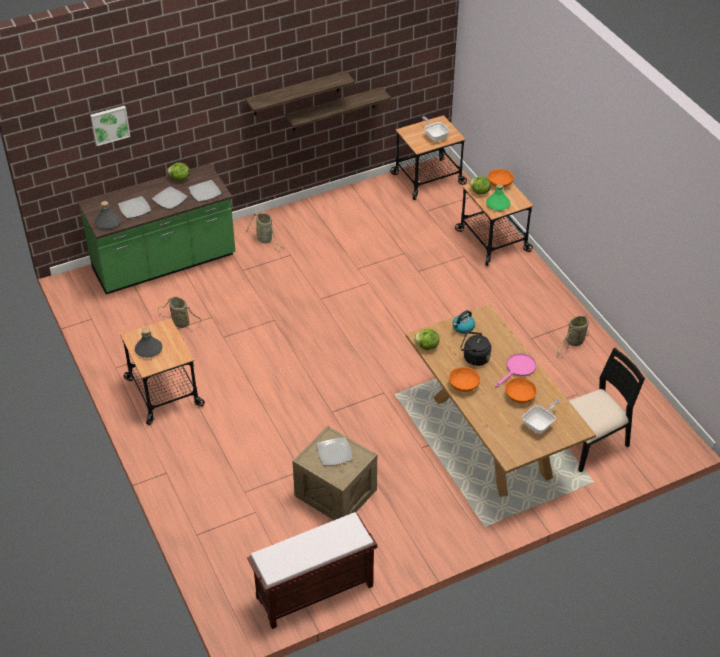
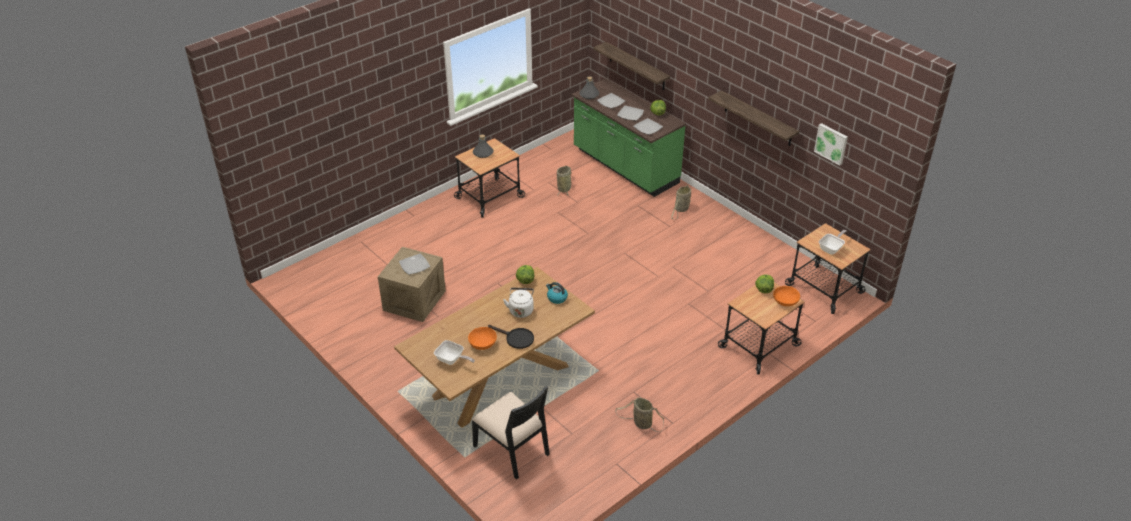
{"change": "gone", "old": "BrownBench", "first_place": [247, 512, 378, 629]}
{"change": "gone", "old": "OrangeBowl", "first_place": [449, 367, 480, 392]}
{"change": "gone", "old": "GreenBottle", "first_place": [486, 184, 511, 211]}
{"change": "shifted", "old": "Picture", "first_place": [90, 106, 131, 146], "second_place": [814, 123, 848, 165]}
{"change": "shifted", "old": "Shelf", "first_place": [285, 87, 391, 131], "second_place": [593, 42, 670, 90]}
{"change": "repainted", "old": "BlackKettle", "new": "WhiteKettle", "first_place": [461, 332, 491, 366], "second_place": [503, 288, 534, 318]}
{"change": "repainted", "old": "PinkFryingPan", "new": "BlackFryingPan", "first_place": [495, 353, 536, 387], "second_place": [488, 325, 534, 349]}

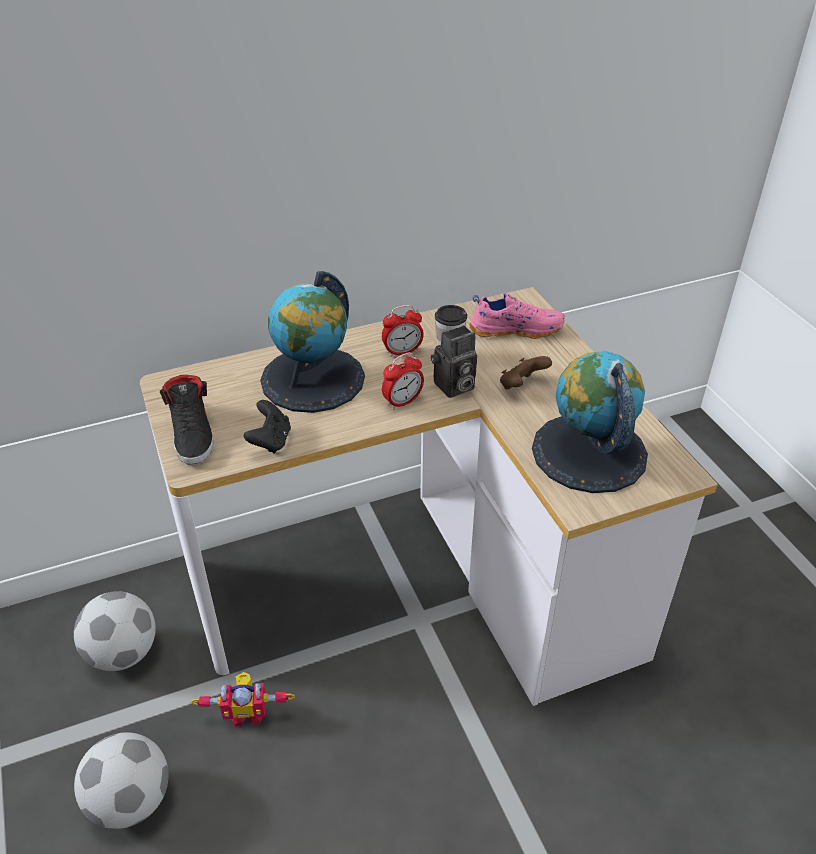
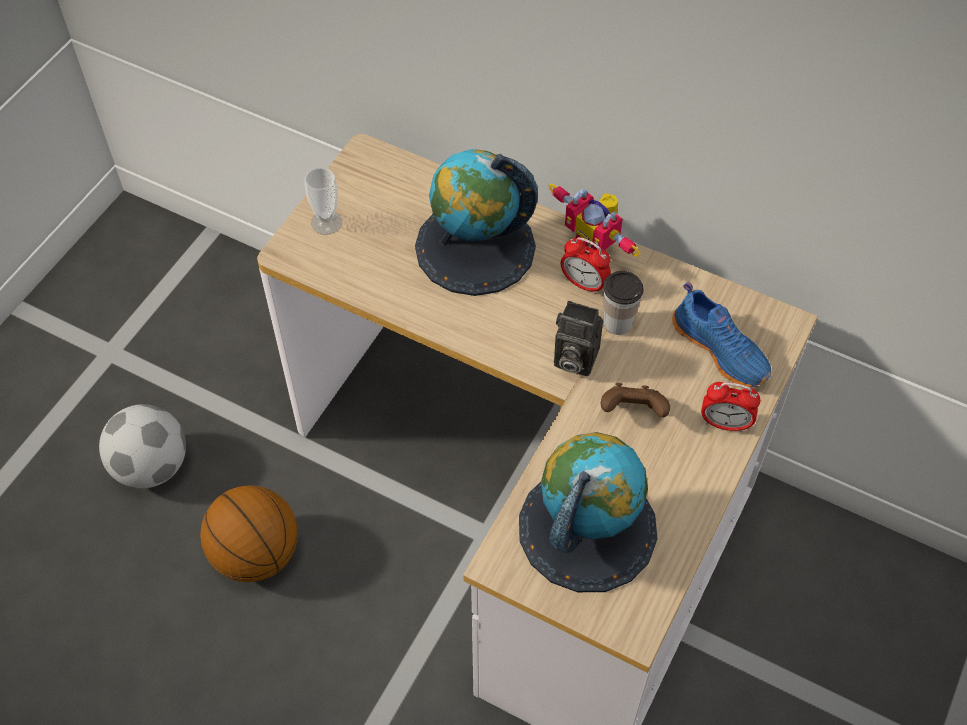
{"change": "gone", "old": "Football", "first_place": [74, 591, 156, 671]}
{"change": "gone", "old": "BlackGameController", "first_place": [244, 400, 291, 454]}
{"change": "new", "new": "Basketball", "second_place": [200, 485, 298, 582]}
{"change": "shifted", "old": "ToyRobot", "first_place": [191, 672, 295, 727], "second_place": [549, 184, 641, 257]}
{"change": "shifted", "old": "AlarmClock", "first_place": [382, 352, 424, 410], "second_place": [701, 382, 760, 432]}
{"change": "swapped", "old": "BlackShoe", "new": "Cup", "first_place": [160, 375, 213, 464], "second_place": [305, 168, 342, 235]}
{"change": "repainted", "old": "PinkShoe", "new": "BlueShoe", "first_place": [469, 293, 565, 339], "second_place": [672, 282, 772, 387]}

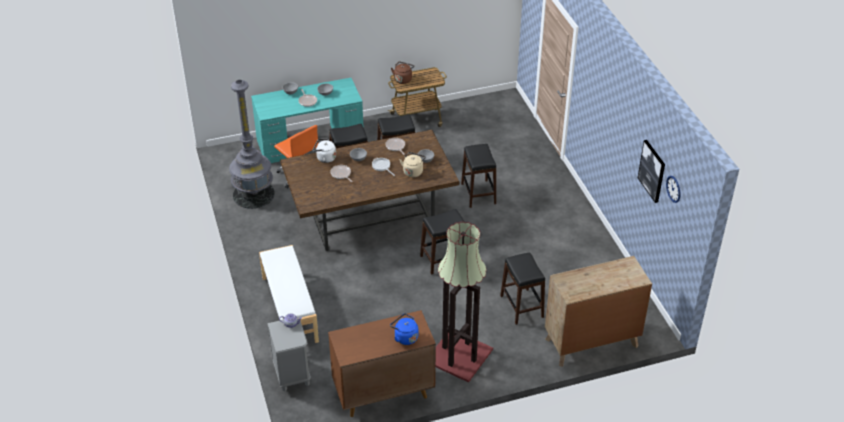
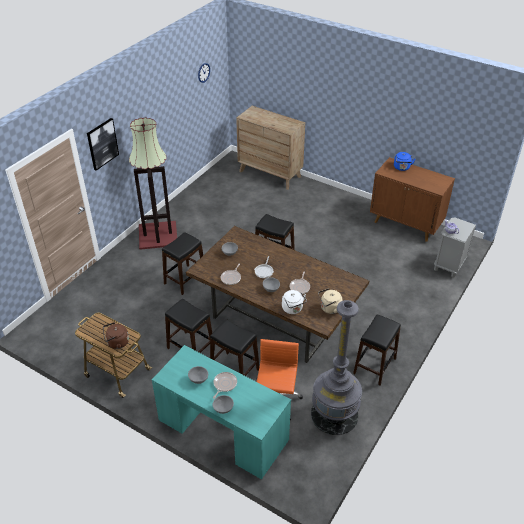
{"change": "gone", "old": "WhiteBench", "first_place": [259, 245, 319, 343]}
{"change": "shifted", "old": "BeigeKettle", "first_place": [400, 152, 426, 177], "second_place": [318, 288, 343, 314]}
{"change": "shifted", "old": "FloorLamp", "first_place": [436, 222, 493, 382], "second_place": [129, 117, 177, 250]}
{"change": "shifted", "old": "BlackStool", "first_place": [500, 253, 545, 325], "second_place": [353, 315, 401, 386]}
{"change": "shifted", "old": "Picture", "first_place": [638, 140, 665, 203], "second_place": [87, 118, 119, 170]}

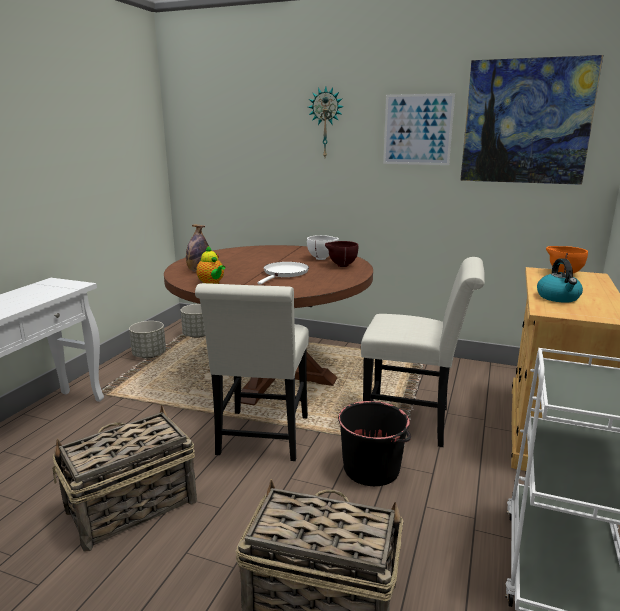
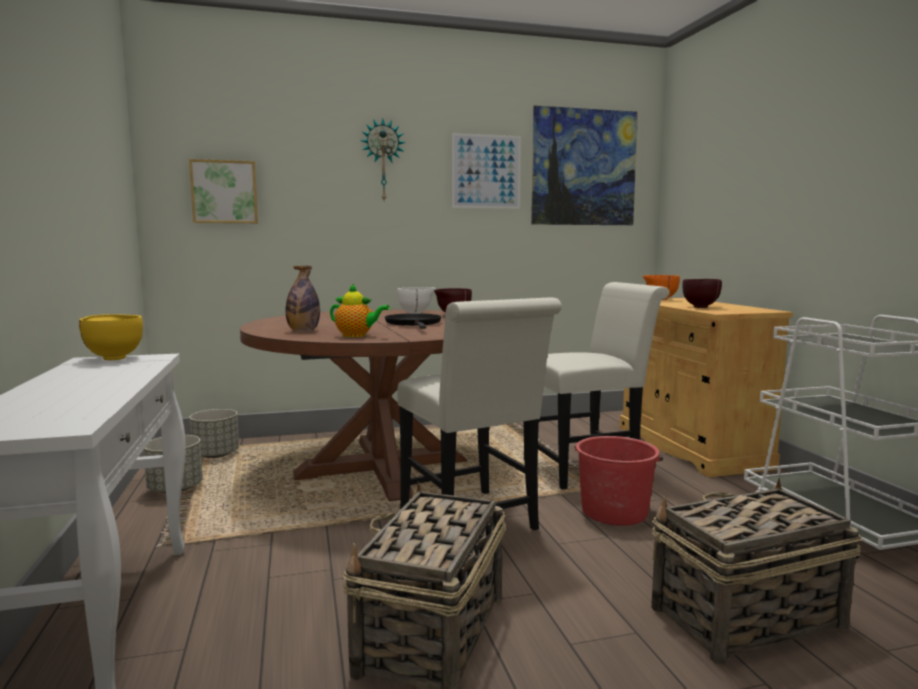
{"change": "new", "new": "YellowBowl", "second_place": [79, 314, 143, 360]}
{"change": "new", "new": "Picture", "second_place": [189, 159, 258, 223]}
{"change": "swapped", "old": "Kettle", "new": "BrownBowl", "first_place": [537, 259, 583, 303], "second_place": [682, 279, 722, 308]}
{"change": "repainted", "old": "WhiteFryingPan", "new": "BlackFryingPan", "first_place": [258, 262, 309, 285], "second_place": [385, 313, 441, 329]}
{"change": "repainted", "old": "BlackBucket", "new": "RedBucket", "first_place": [338, 401, 411, 486], "second_place": [574, 436, 663, 526]}

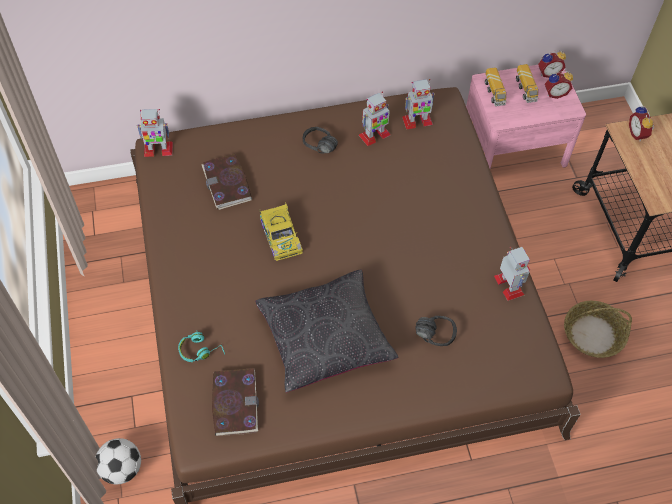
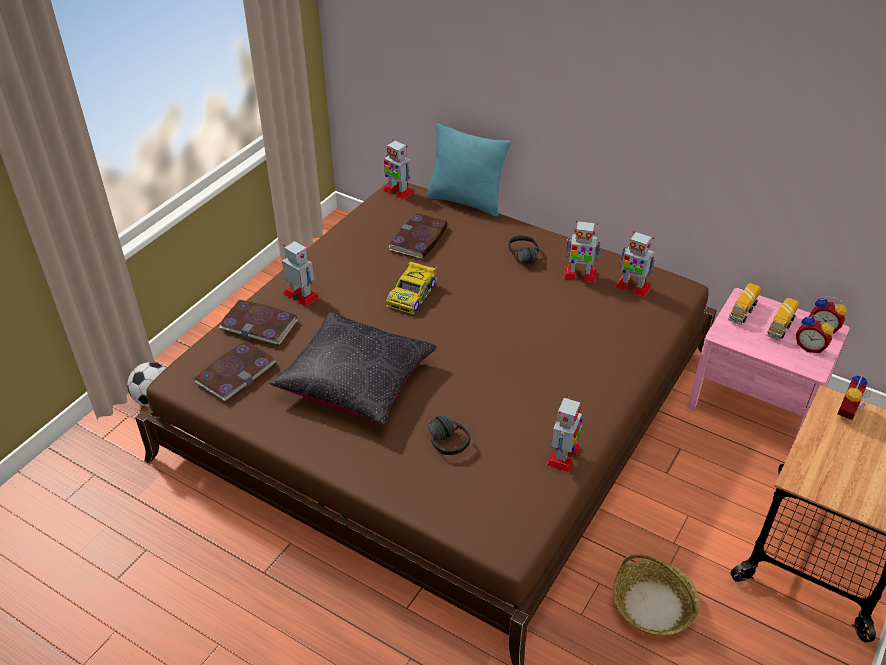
{"change": "new", "new": "ToyRobot", "second_place": [282, 241, 319, 307]}
{"change": "new", "new": "TurquoisePillow", "second_place": [426, 123, 511, 217]}
{"change": "swapped", "old": "TurquoiseHeadphones", "new": "Book", "first_place": [178, 330, 225, 362], "second_place": [219, 300, 297, 346]}

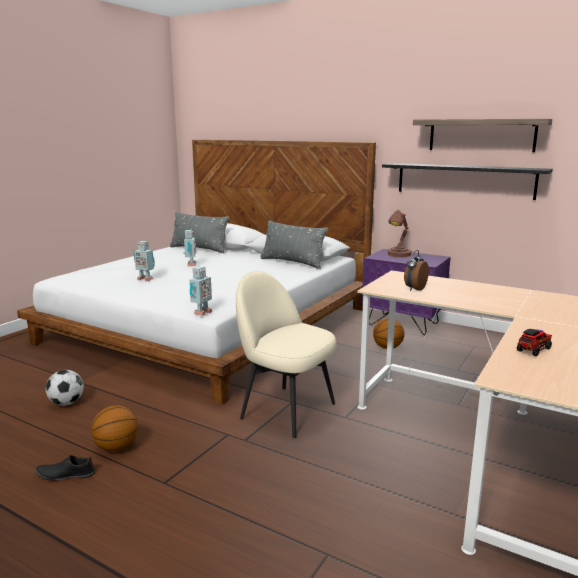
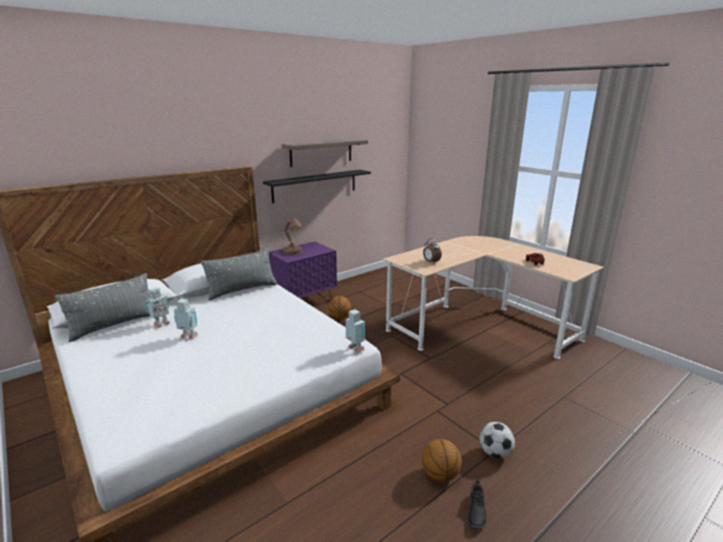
{"change": "gone", "old": "BeigeChair", "first_place": [236, 271, 336, 438]}
{"change": "shifted", "old": "Football", "first_place": [46, 370, 84, 406], "second_place": [479, 422, 515, 458]}
{"change": "shifted", "old": "ToyRobot", "first_place": [134, 241, 155, 281], "second_place": [145, 287, 170, 328]}

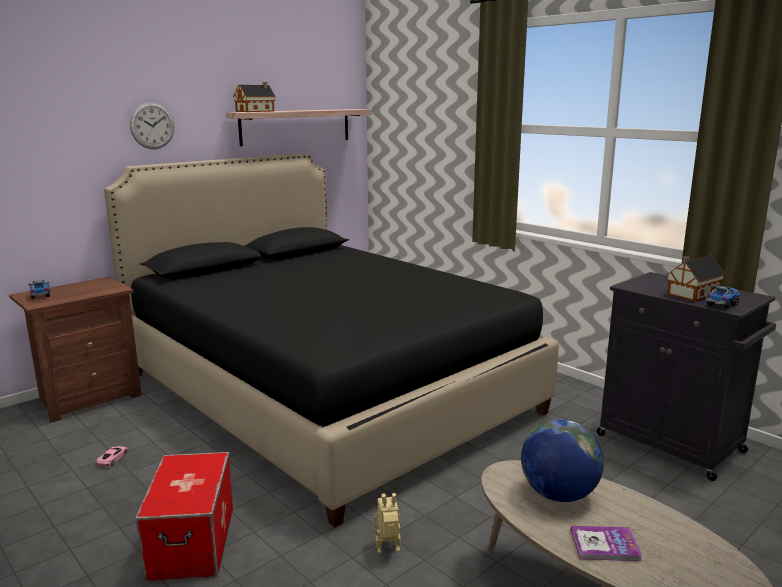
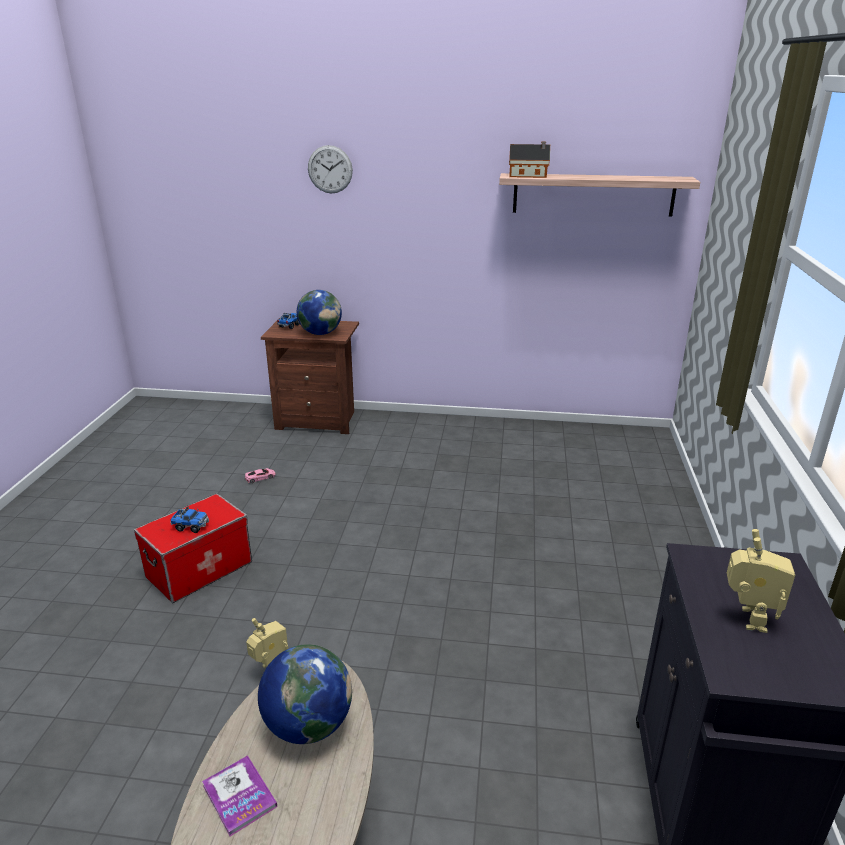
{"change": "gone", "old": "BlackBed", "first_place": [104, 153, 559, 527]}
{"change": "new", "new": "Globe", "second_place": [297, 290, 342, 335]}
{"change": "shifted", "old": "WallClock", "first_place": [130, 102, 174, 149], "second_place": [308, 145, 353, 194]}
{"change": "shifted", "old": "ToyTruck", "first_place": [706, 285, 740, 309], "second_place": [170, 507, 209, 533]}
{"change": "swapped", "old": "ToyHouse", "new": "ToyRobot", "first_place": [667, 256, 726, 301], "second_place": [727, 529, 795, 633]}

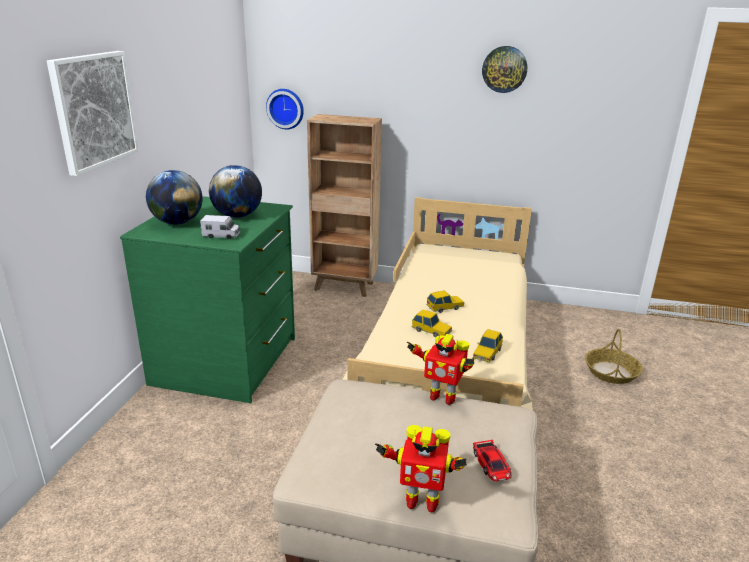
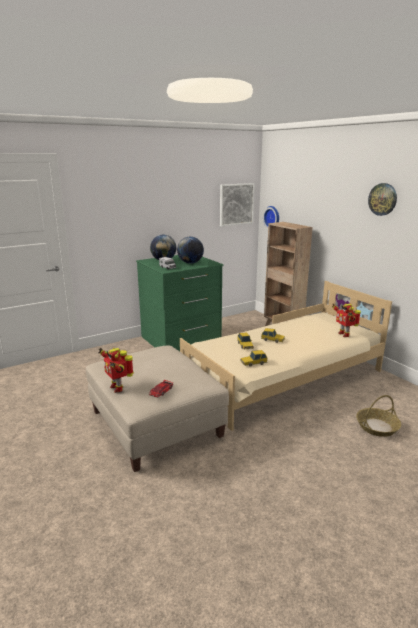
{"change": "shifted", "old": "Picture", "first_place": [47, 51, 139, 176], "second_place": [220, 183, 255, 226]}
{"change": "shifted", "old": "ToyRobot", "first_place": [407, 334, 474, 405], "second_place": [332, 304, 361, 337]}

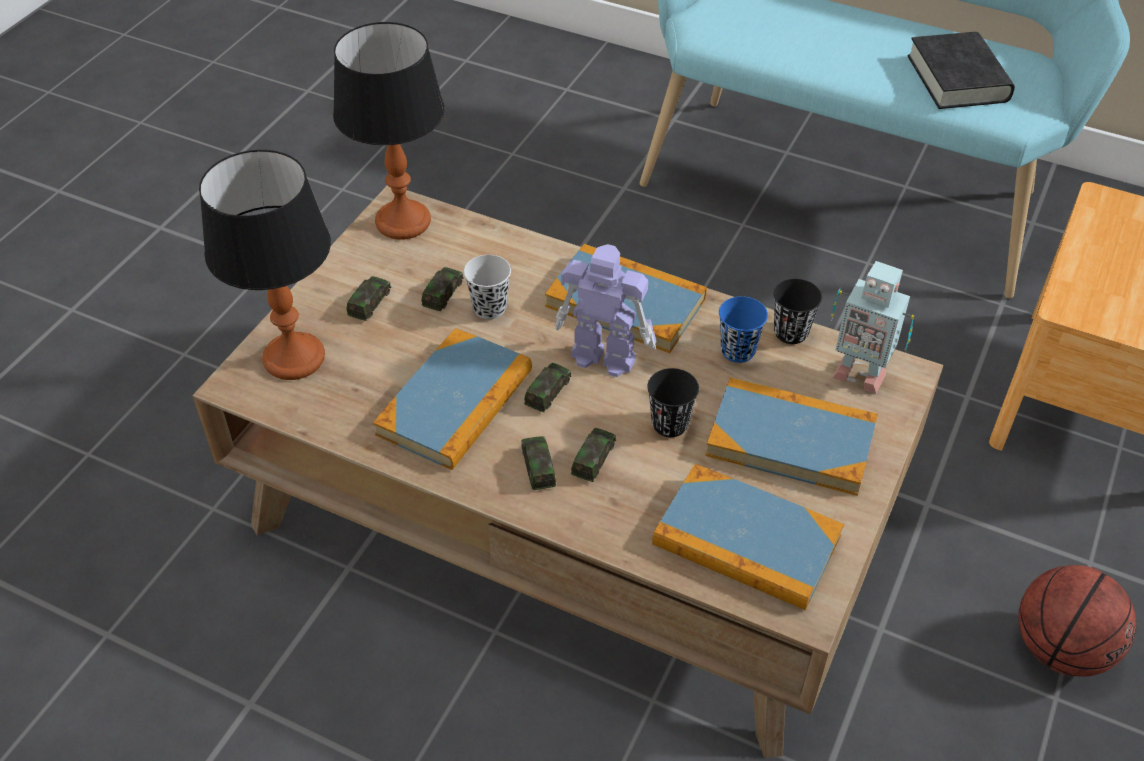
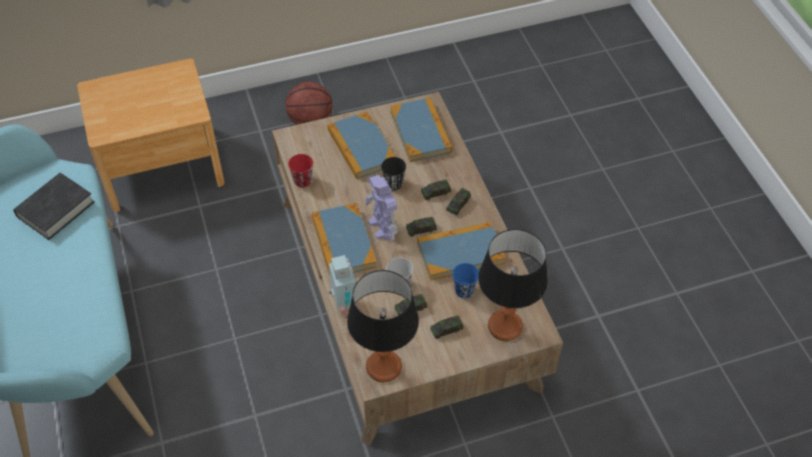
{"change": "shifted", "old": "BlueCup", "first_place": [719, 296, 768, 363], "second_place": [452, 263, 479, 298]}
{"change": "shifted", "old": "ToyRobot", "first_place": [831, 261, 914, 394], "second_place": [329, 255, 358, 316]}
{"change": "repainted", "old": "BlackCup", "new": "RedCup", "first_place": [774, 279, 822, 344], "second_place": [288, 154, 313, 187]}

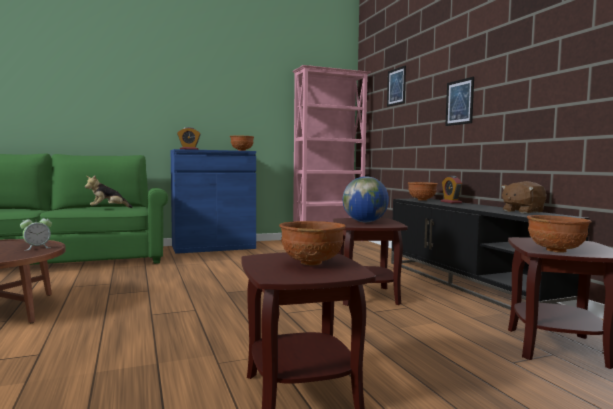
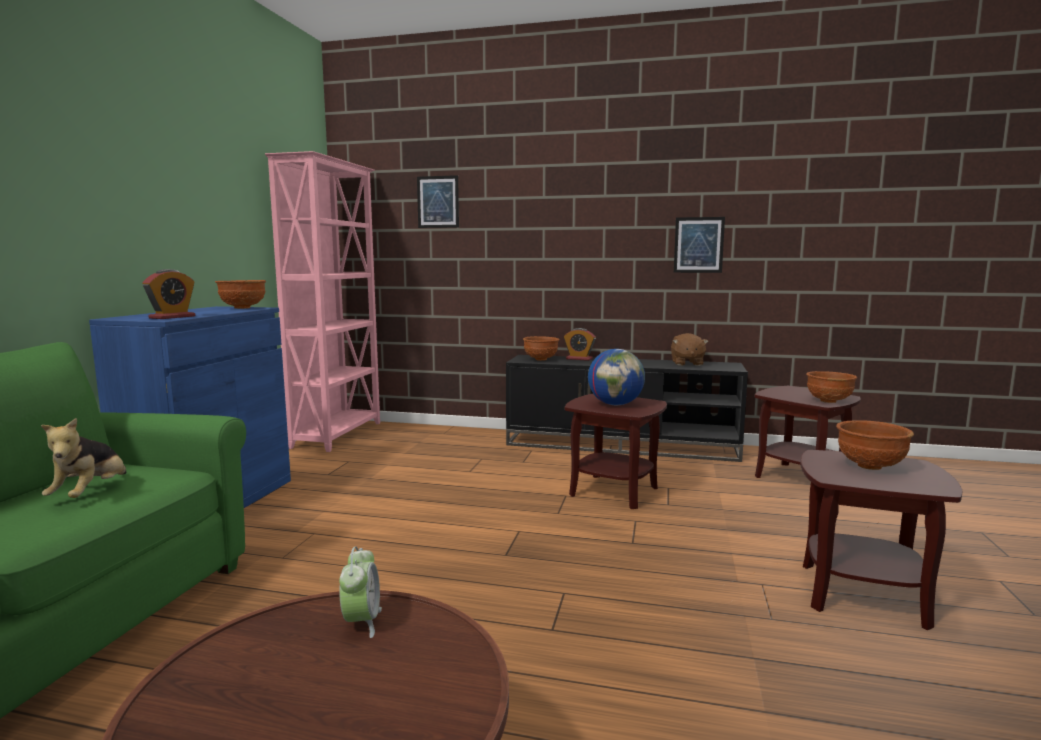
{"change": "shifted", "old": "Picture", "first_place": [445, 77, 474, 126], "second_place": [674, 217, 725, 273]}

